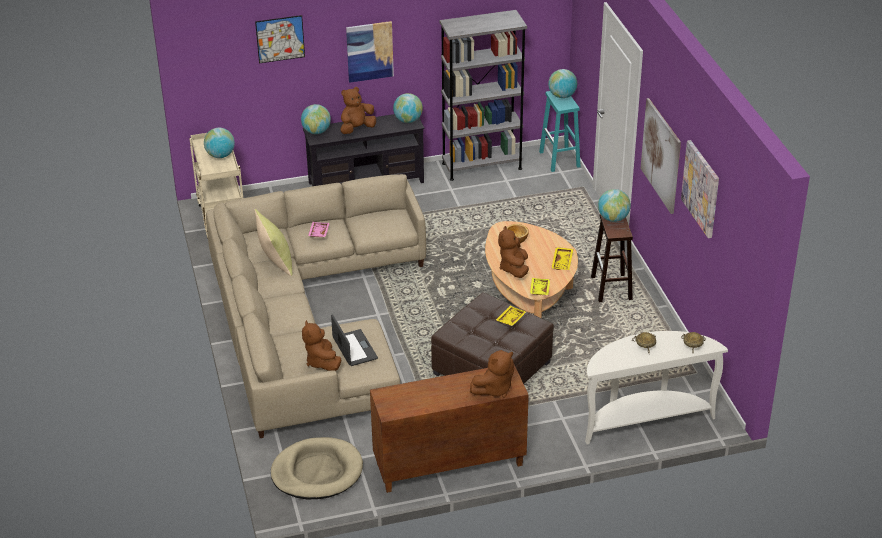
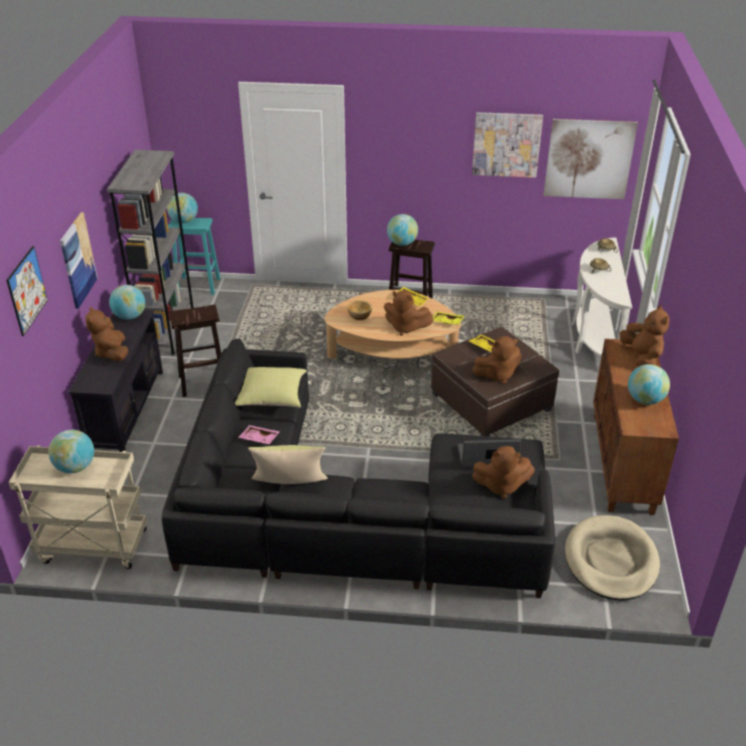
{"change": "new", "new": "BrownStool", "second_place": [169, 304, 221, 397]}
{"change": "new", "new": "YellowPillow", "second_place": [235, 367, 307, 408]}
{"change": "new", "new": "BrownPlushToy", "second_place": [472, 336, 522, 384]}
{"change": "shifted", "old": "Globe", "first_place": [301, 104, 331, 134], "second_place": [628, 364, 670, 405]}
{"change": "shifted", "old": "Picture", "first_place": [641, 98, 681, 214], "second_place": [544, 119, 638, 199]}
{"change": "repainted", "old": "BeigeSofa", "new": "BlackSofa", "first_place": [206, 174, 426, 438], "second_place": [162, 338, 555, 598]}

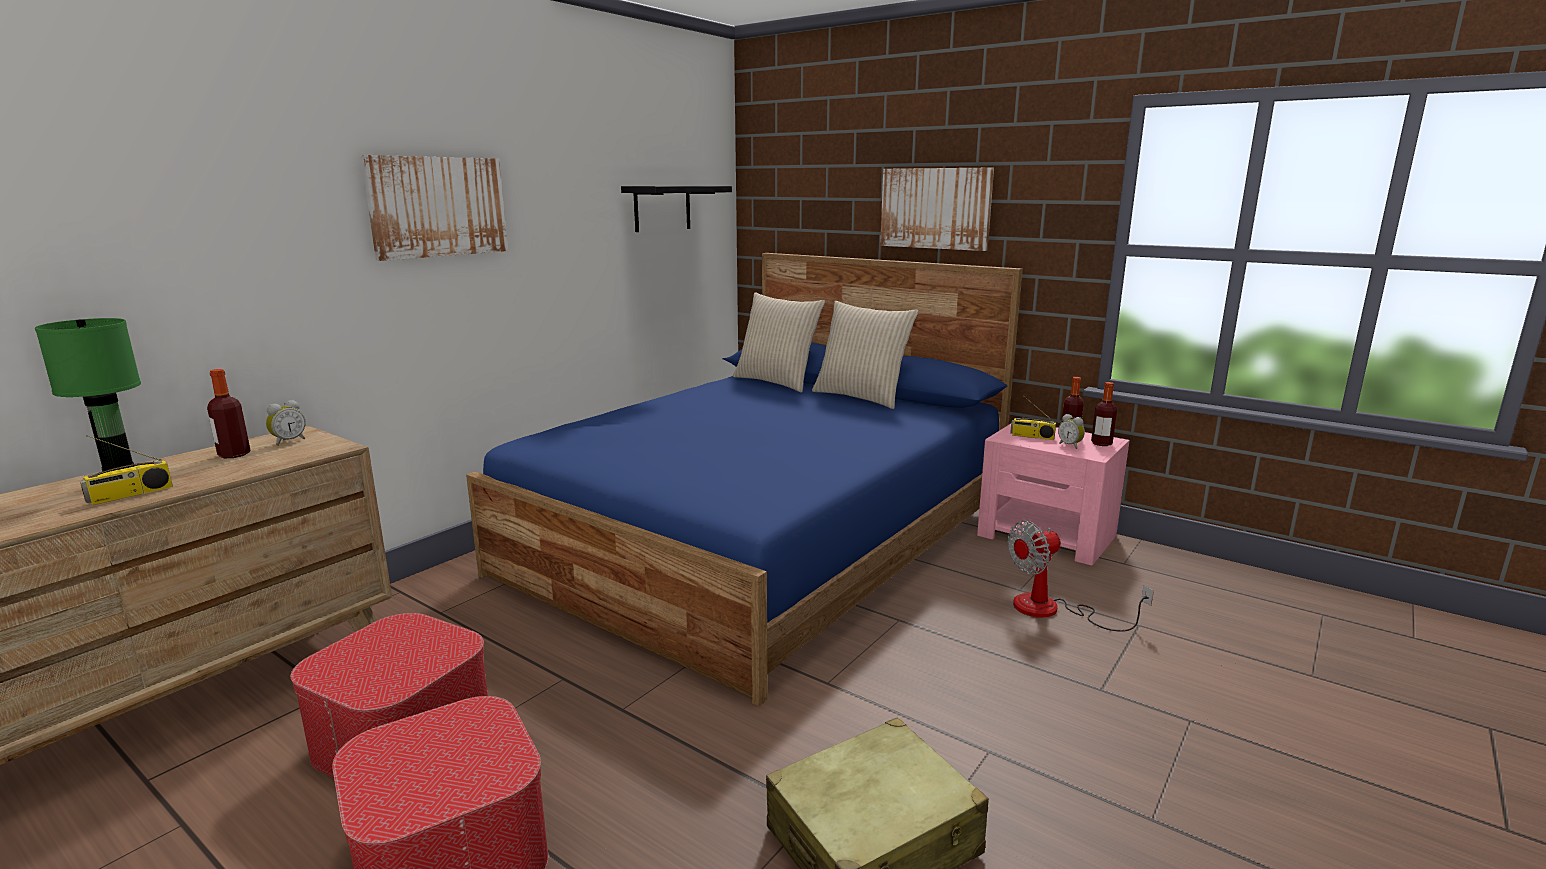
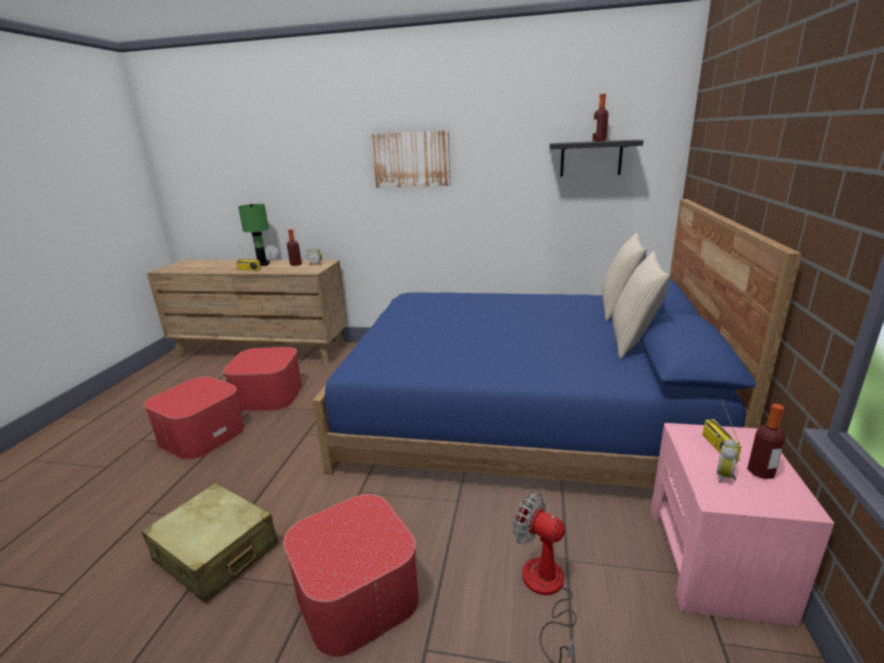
{"change": "gone", "old": "Picture", "first_place": [880, 168, 994, 251]}
{"change": "new", "new": "Ottoman", "second_place": [283, 494, 419, 658]}
{"change": "shifted", "old": "Bottle", "first_place": [1091, 382, 1117, 446], "second_place": [592, 94, 608, 141]}

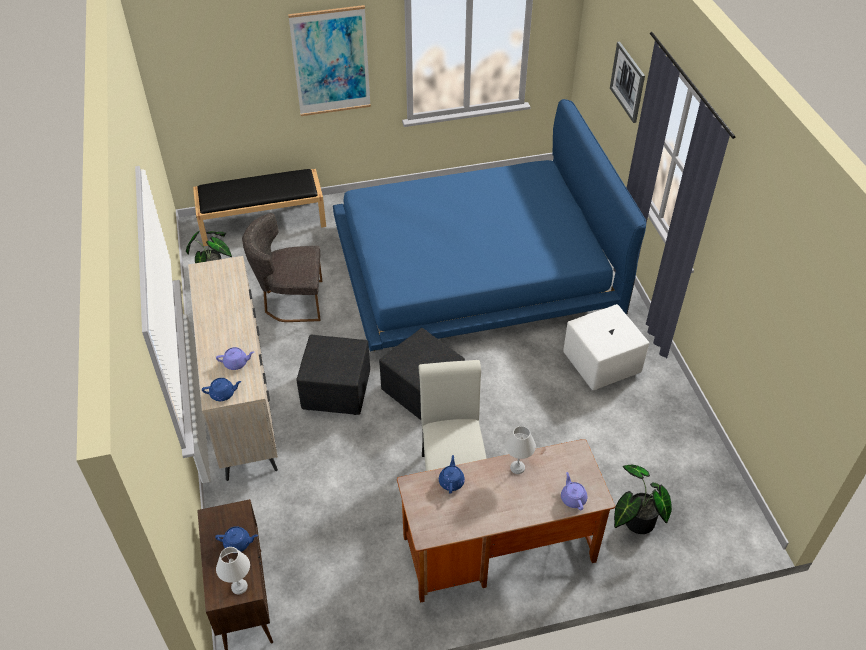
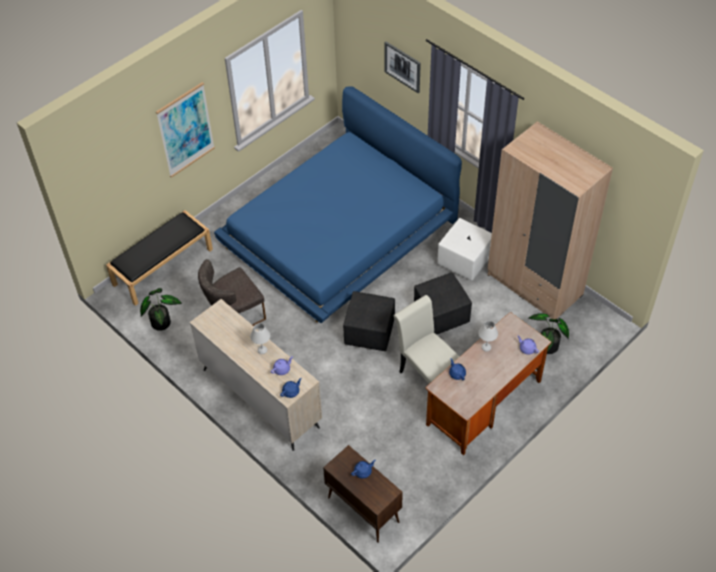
{"change": "new", "new": "BeigeWardrobe", "second_place": [488, 121, 613, 319]}
{"change": "shifted", "old": "WhiteTableLamp", "first_place": [216, 547, 250, 595], "second_place": [250, 323, 270, 354]}
{"change": "shifted", "old": "BlackOttoman", "first_place": [296, 335, 370, 415], "second_place": [414, 272, 472, 335]}

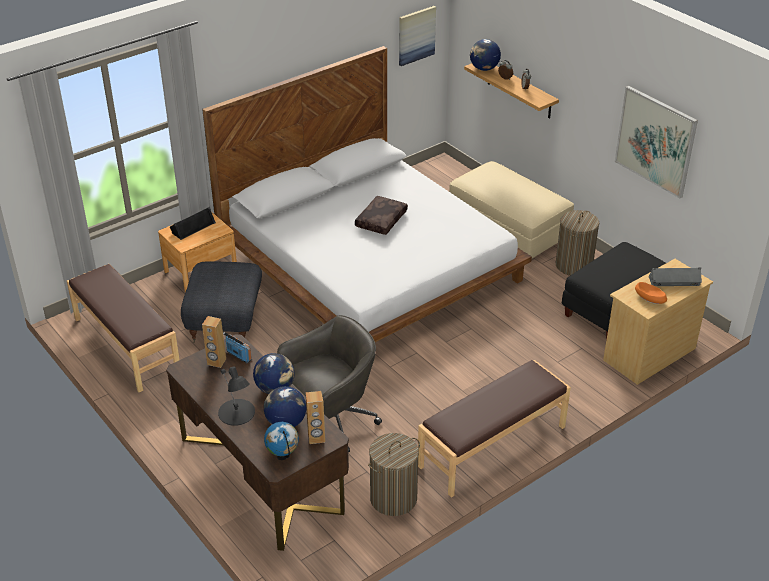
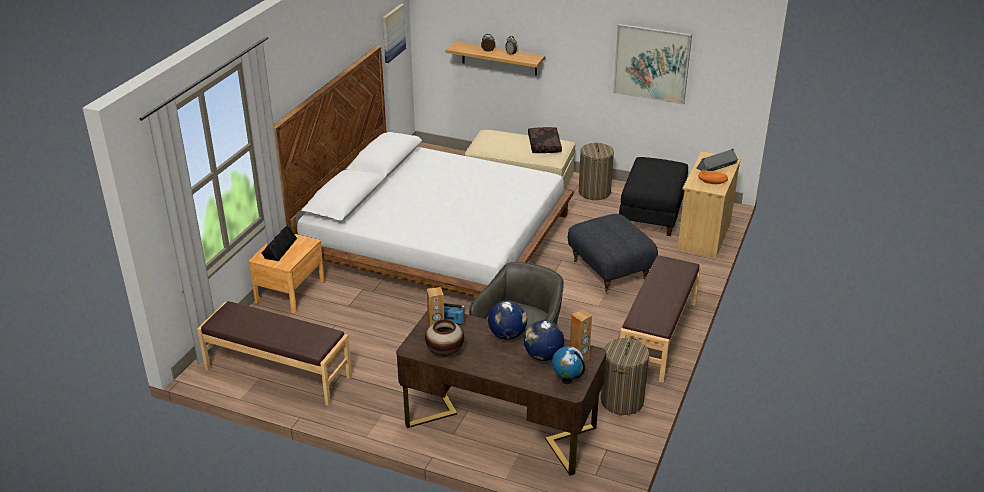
{"change": "gone", "old": "BlackTableLamp", "first_place": [218, 366, 255, 426]}
{"change": "gone", "old": "Globe", "first_place": [470, 39, 501, 71]}
{"change": "new", "new": "Vase", "second_place": [425, 320, 464, 357]}
{"change": "shifted", "old": "GreyOttoman", "first_place": [181, 262, 262, 343], "second_place": [568, 214, 658, 294]}
{"change": "shifted", "old": "BrownPillow", "first_place": [355, 196, 408, 235], "second_place": [528, 127, 562, 153]}

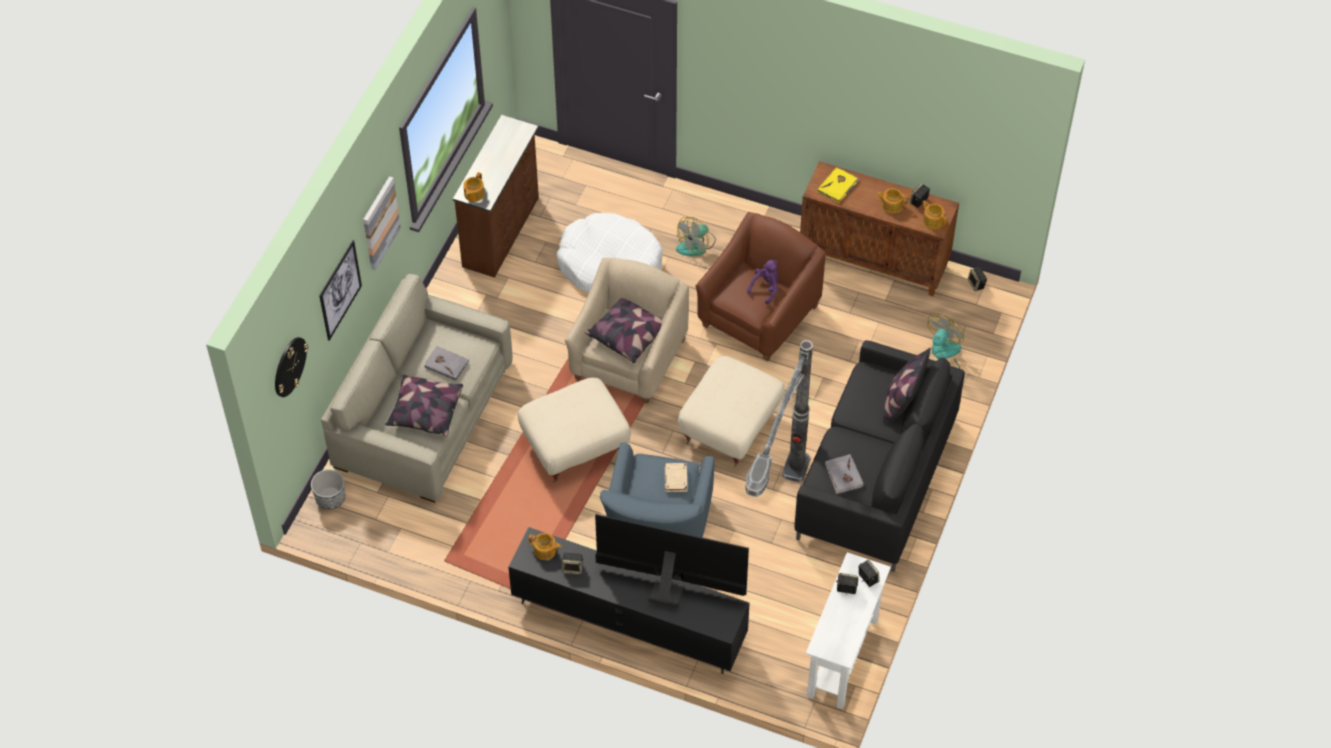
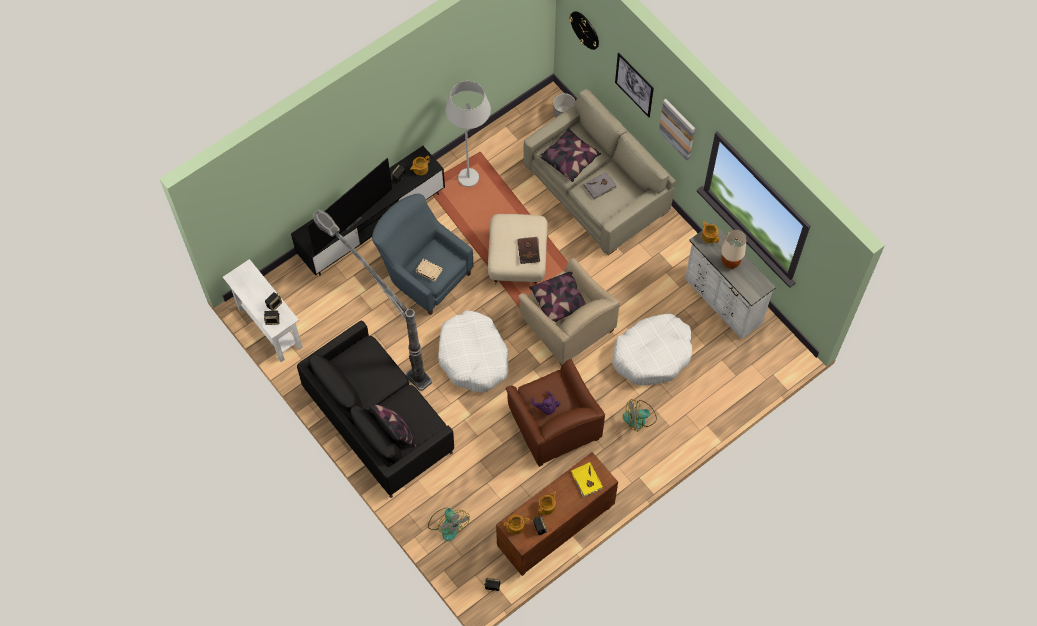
{"change": "gone", "old": "GreyBook", "first_place": [825, 454, 864, 494]}
{"change": "new", "new": "WhiteFloorLamp", "second_place": [446, 81, 491, 187]}
{"change": "new", "new": "BrownBook", "second_place": [518, 237, 540, 264]}
{"change": "new", "new": "BeigeTableLamp", "second_place": [721, 230, 746, 269]}
{"change": "swapped", "old": "BeigeOttoman", "new": "WhiteDogBed", "first_place": [678, 356, 785, 467], "second_place": [438, 310, 509, 392]}
{"change": "repainted", "old": "BrownDresser", "new": "WhiteDresser", "first_place": [453, 115, 539, 278], "second_place": [685, 222, 776, 340]}
{"change": "rotated", "old": "Fan", "first_place": [676, 217, 716, 256], "second_place": [623, 399, 657, 432], "degrees": -90}

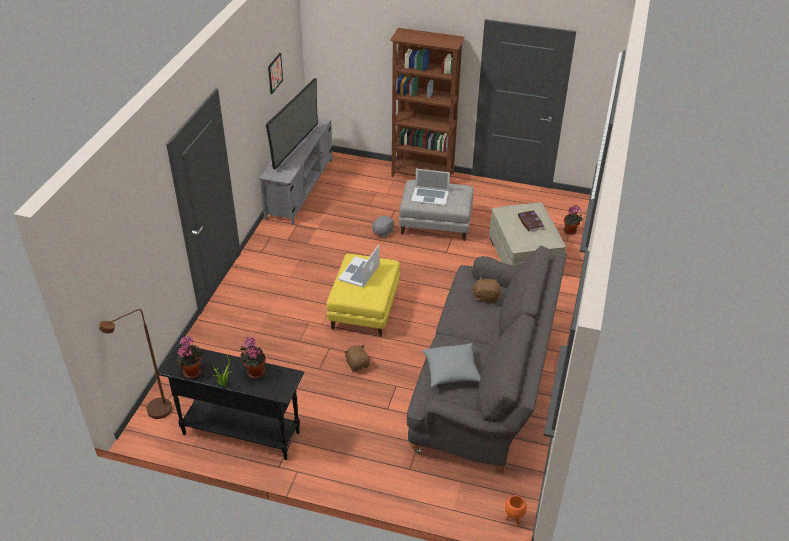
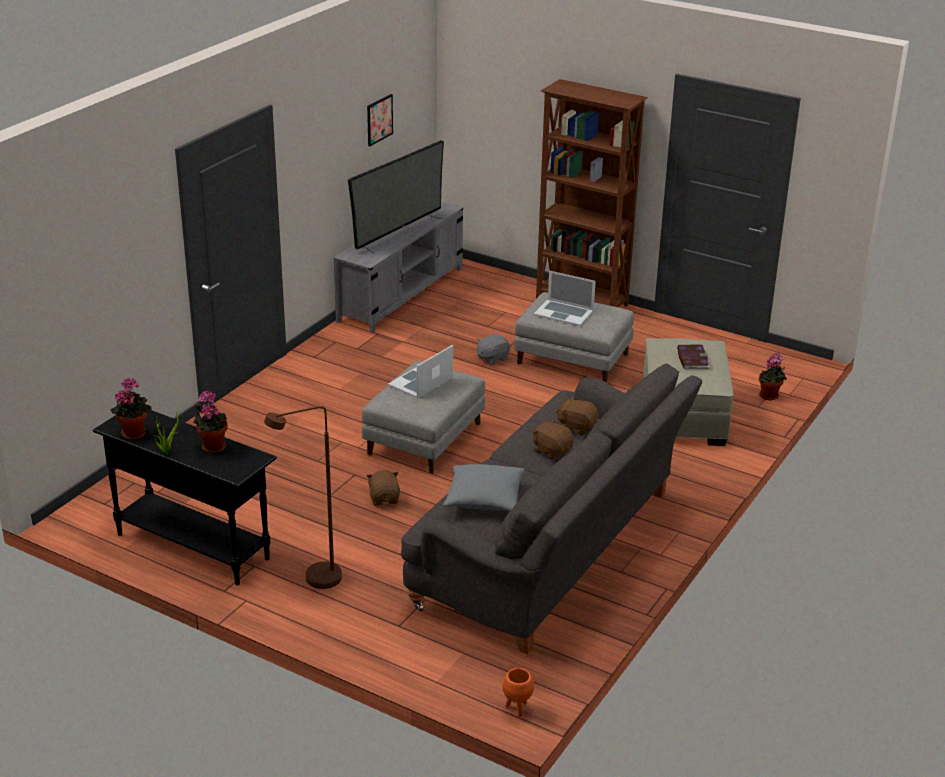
{"change": "new", "new": "BrownPlushToy", "second_place": [533, 419, 574, 460]}
{"change": "shifted", "old": "BrownFloorLamp", "first_place": [99, 309, 172, 419], "second_place": [264, 406, 342, 589]}
{"change": "repainted", "old": "YellowOttoman", "new": "GreyOttoman", "first_place": [327, 254, 400, 337], "second_place": [362, 361, 485, 474]}

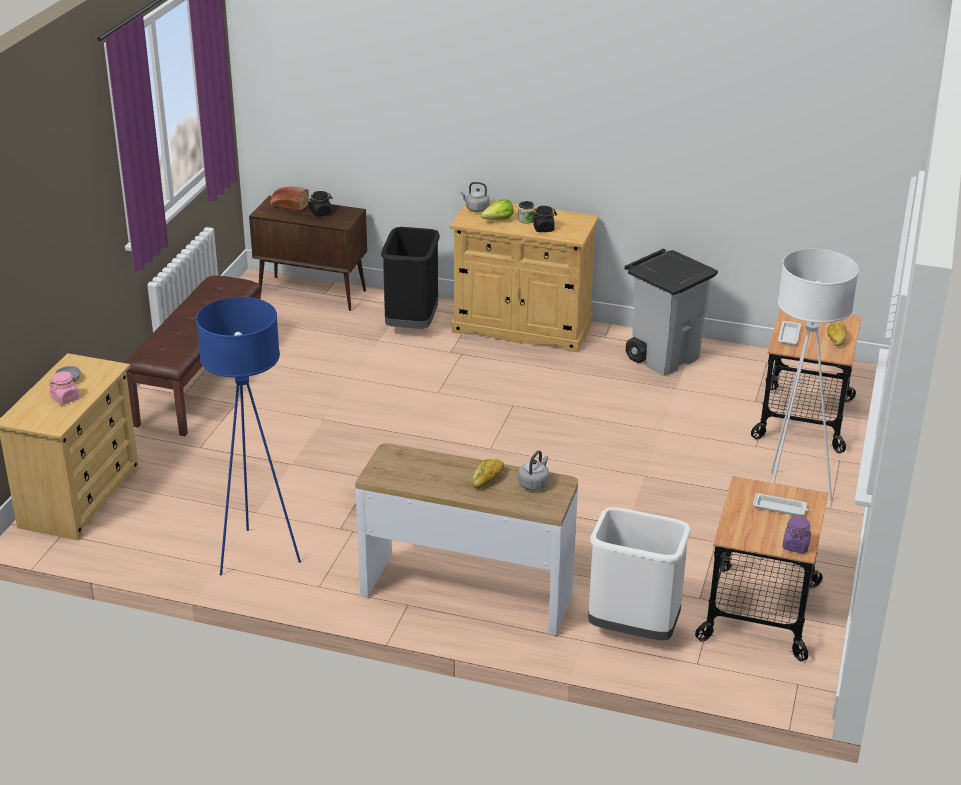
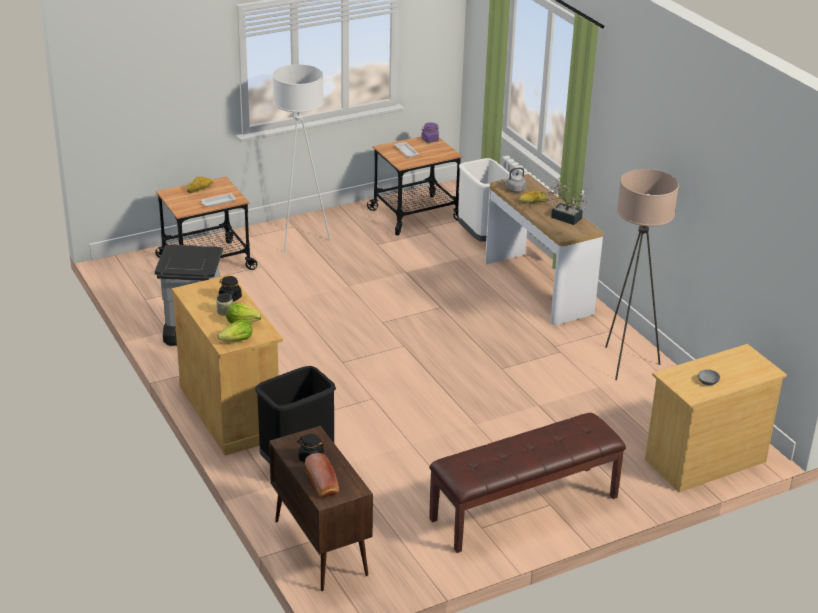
{"change": "gone", "old": "PinkJar", "first_place": [49, 371, 79, 404]}
{"change": "new", "new": "PottedPlant", "second_place": [545, 178, 589, 225]}
{"change": "swapped", "old": "GreyKettle", "new": "Lettuce", "first_place": [460, 182, 489, 212], "second_place": [217, 320, 252, 341]}
{"change": "repainted", "old": "BlueFloorLamp", "new": "BeigeFloorLamp", "first_place": [196, 297, 301, 576], "second_place": [605, 169, 679, 380]}

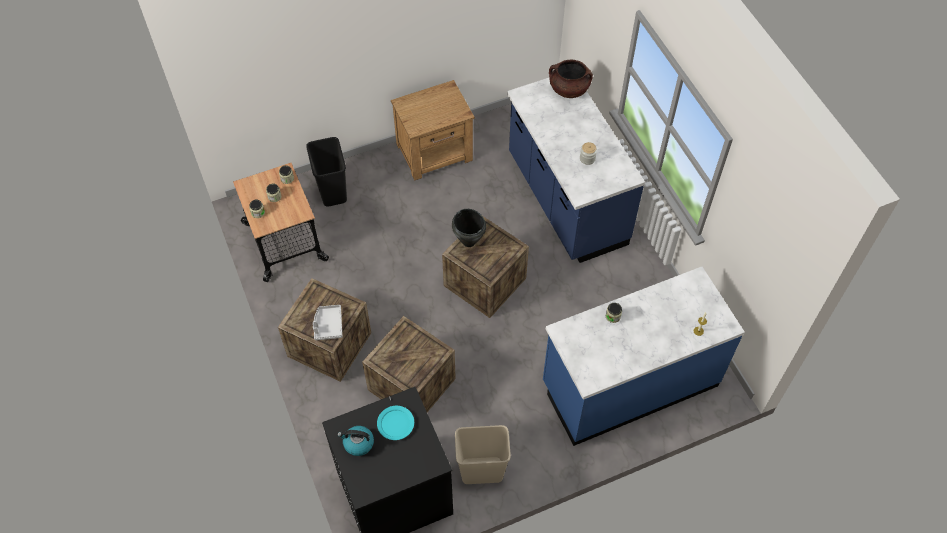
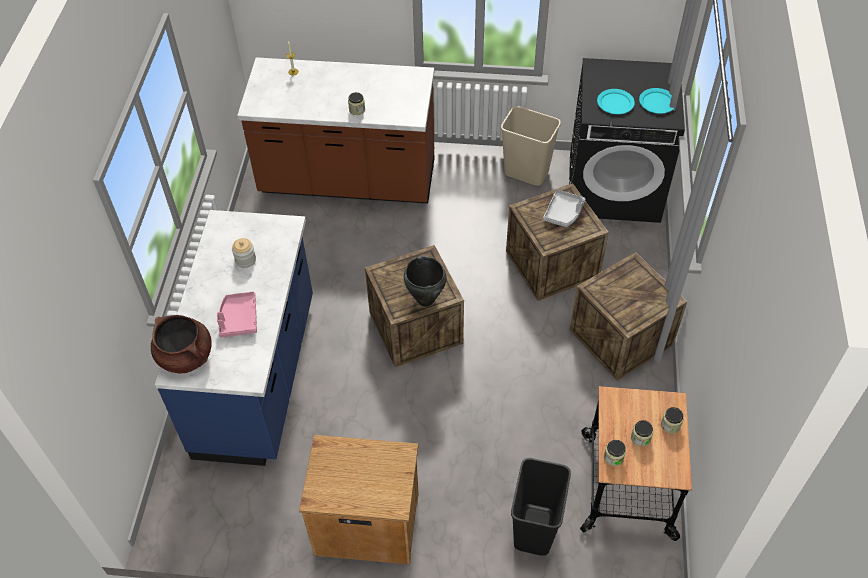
{"change": "new", "new": "PinkTray", "second_place": [217, 292, 257, 337]}
{"change": "shifted", "old": "GreyTray", "first_place": [313, 305, 342, 340], "second_place": [543, 189, 585, 227]}
{"change": "swapped", "old": "Kettle", "new": "TurquoisePlate", "first_place": [337, 426, 374, 456], "second_place": [639, 88, 677, 114]}
{"change": "repainted", "old": "BlueCounter", "new": "BrownCounter", "first_place": [543, 267, 745, 446], "second_place": [237, 57, 434, 204]}

